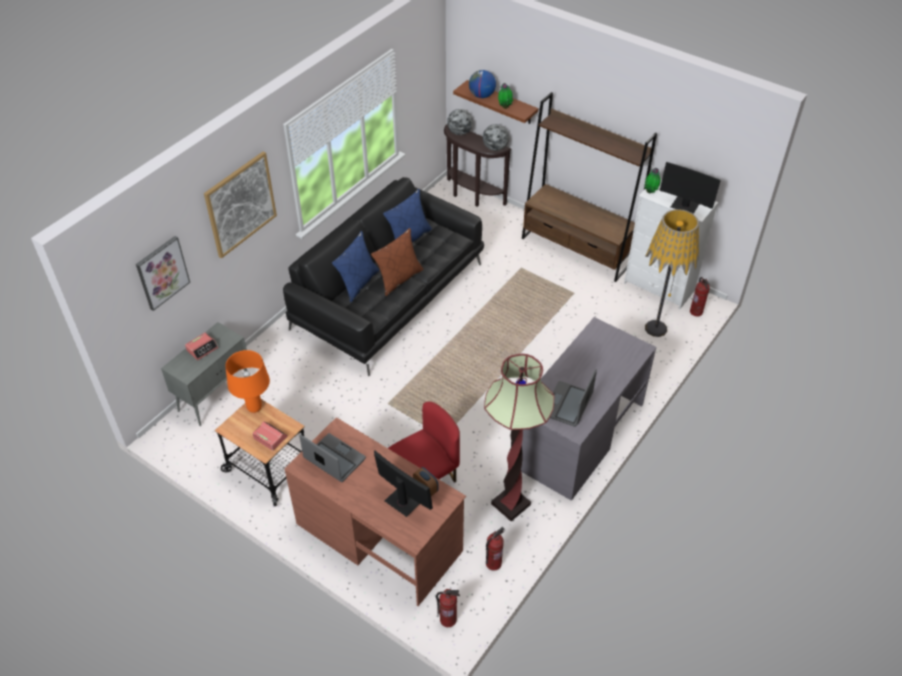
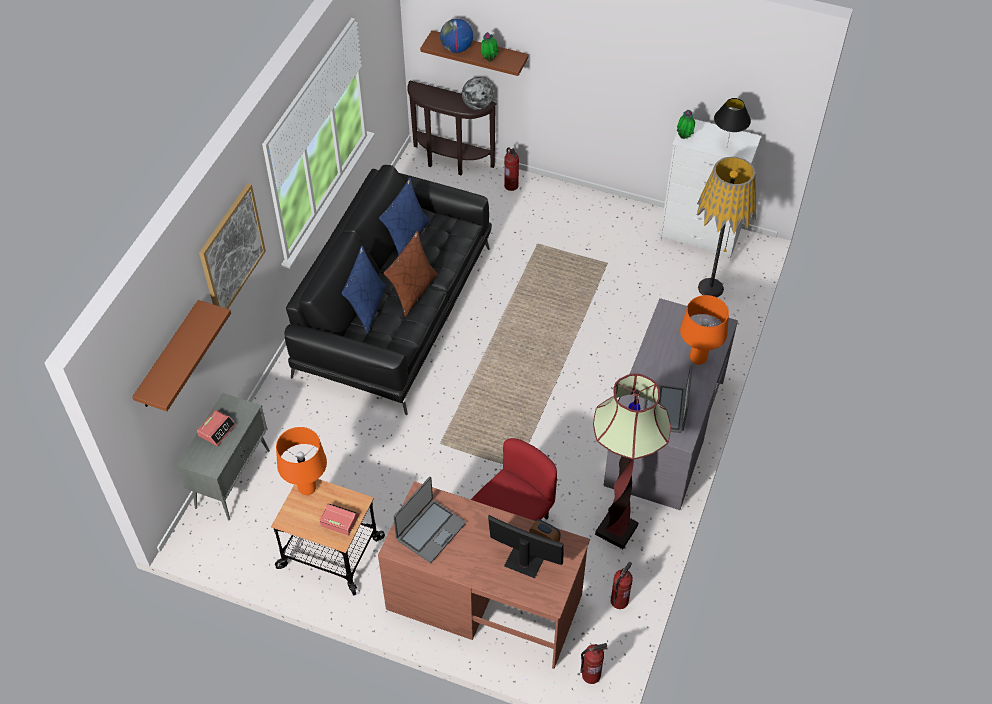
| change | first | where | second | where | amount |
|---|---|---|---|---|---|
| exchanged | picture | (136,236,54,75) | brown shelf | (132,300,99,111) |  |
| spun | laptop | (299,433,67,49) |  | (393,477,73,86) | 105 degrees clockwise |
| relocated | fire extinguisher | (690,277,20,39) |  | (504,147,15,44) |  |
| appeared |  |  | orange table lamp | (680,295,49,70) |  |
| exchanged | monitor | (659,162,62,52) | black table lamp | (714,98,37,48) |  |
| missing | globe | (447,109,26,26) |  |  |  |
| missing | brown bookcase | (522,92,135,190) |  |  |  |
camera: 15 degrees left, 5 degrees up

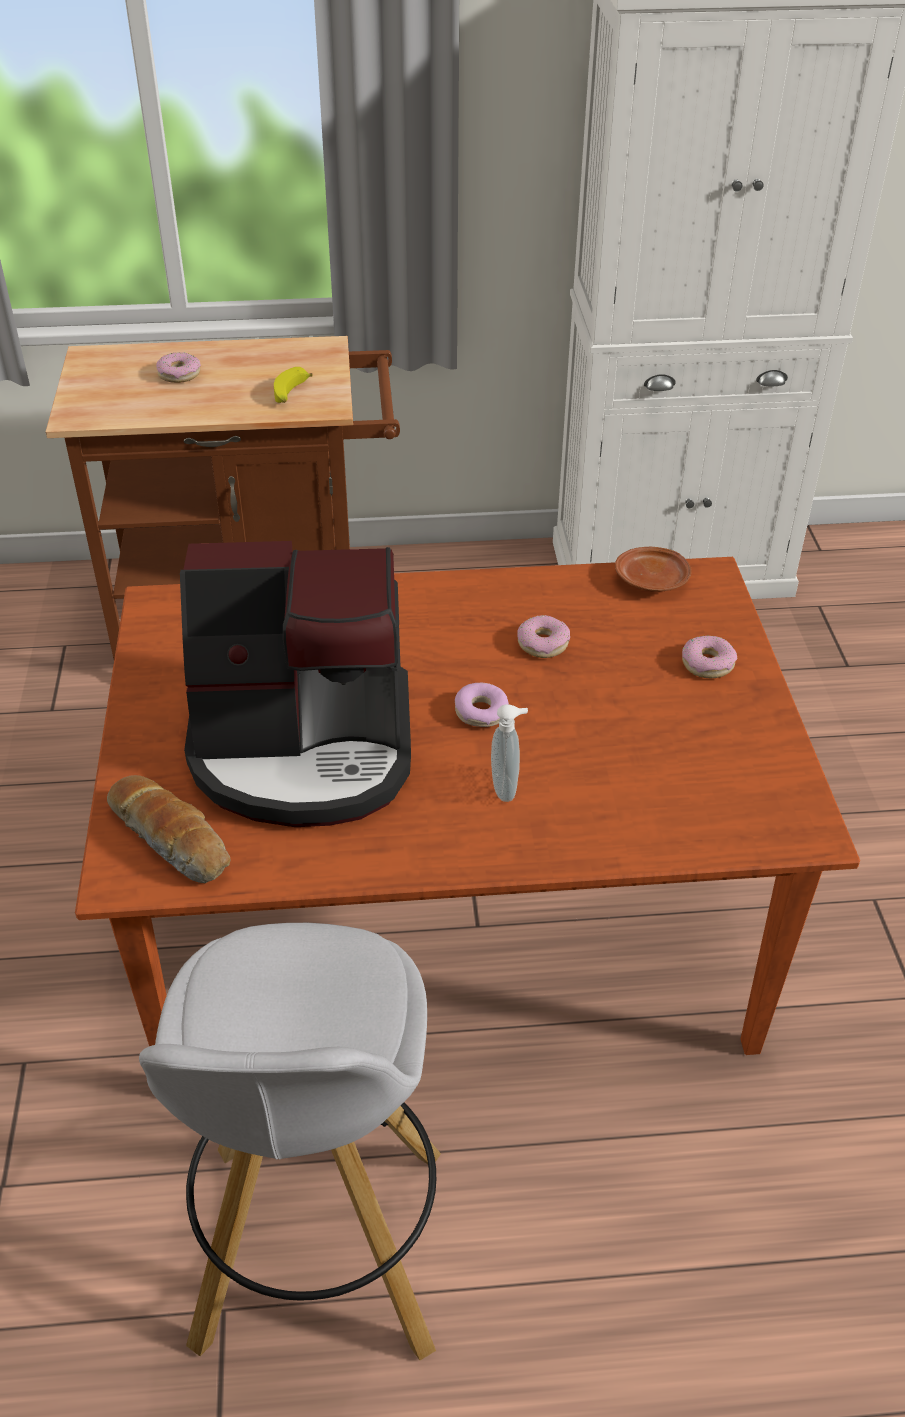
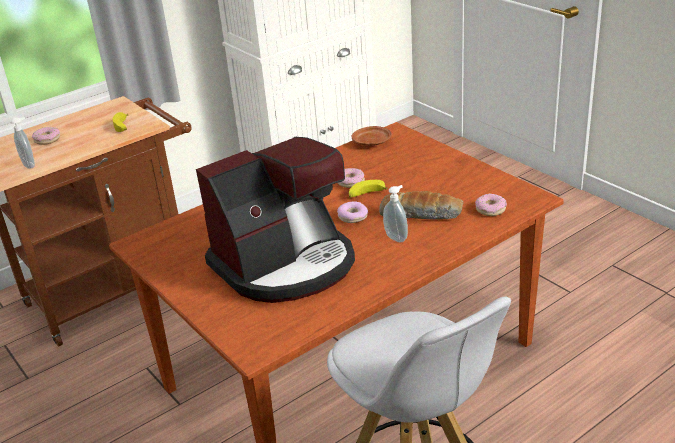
| change | first | where | second | where | amount |
|---|---|---|---|---|---|
| appeared |  |  | soap dispenser | (11,117,24,52) |  |
| appeared |  |  | banana | (349,180,39,17) |  |
| relocated | bread | (107,775,123,108) |  | (379,191,84,29) |  |
| relocated | donut | (682,636,55,42) |  | (475,194,32,22) |  |
camera: 30 degrees left, 10 degrees down

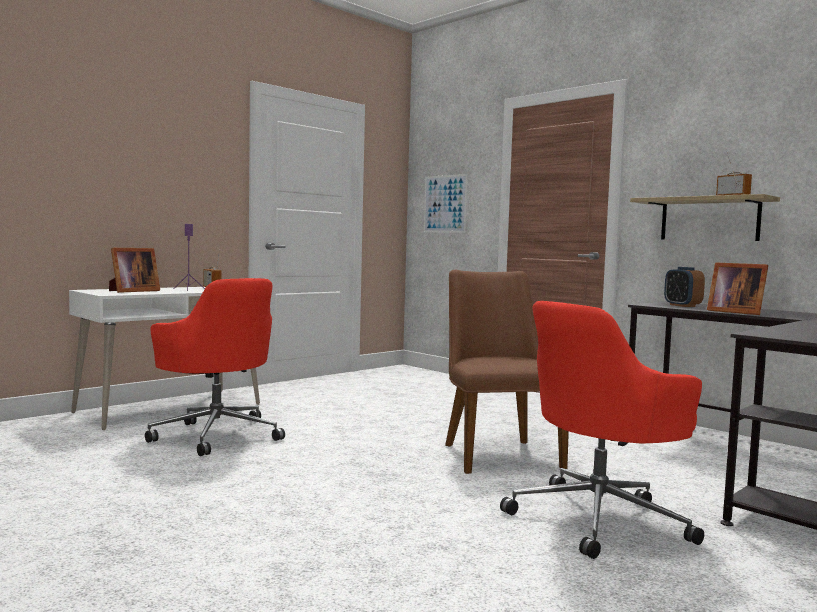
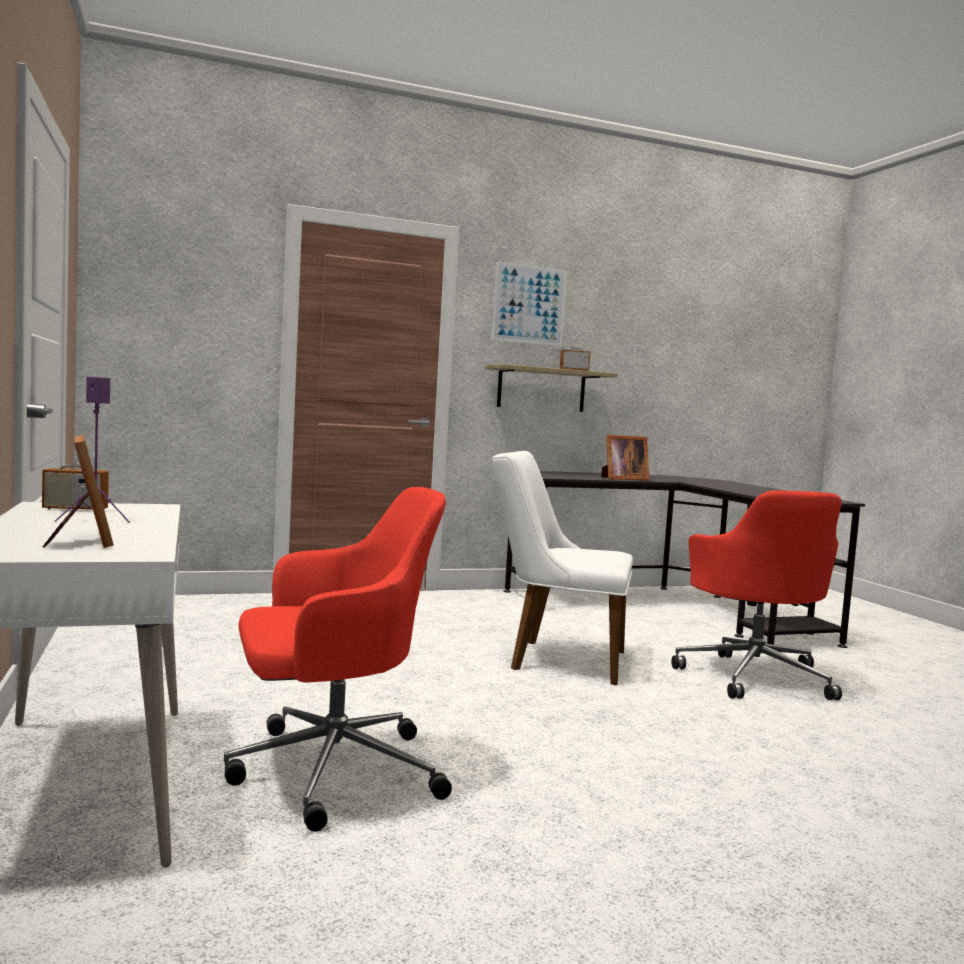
| change | first | where | second | where | amount |
|---|---|---|---|---|---|
| relocated | picture | (424,174,44,59) |  | (491,261,76,85) |  |
| colour | brown chair | (445,270,124,204) | white chair | (492,451,141,234) |  |
| missing | alarm clock | (664,267,41,40) |  |  |  |
camera: 65 degrees left, 0 degrees up

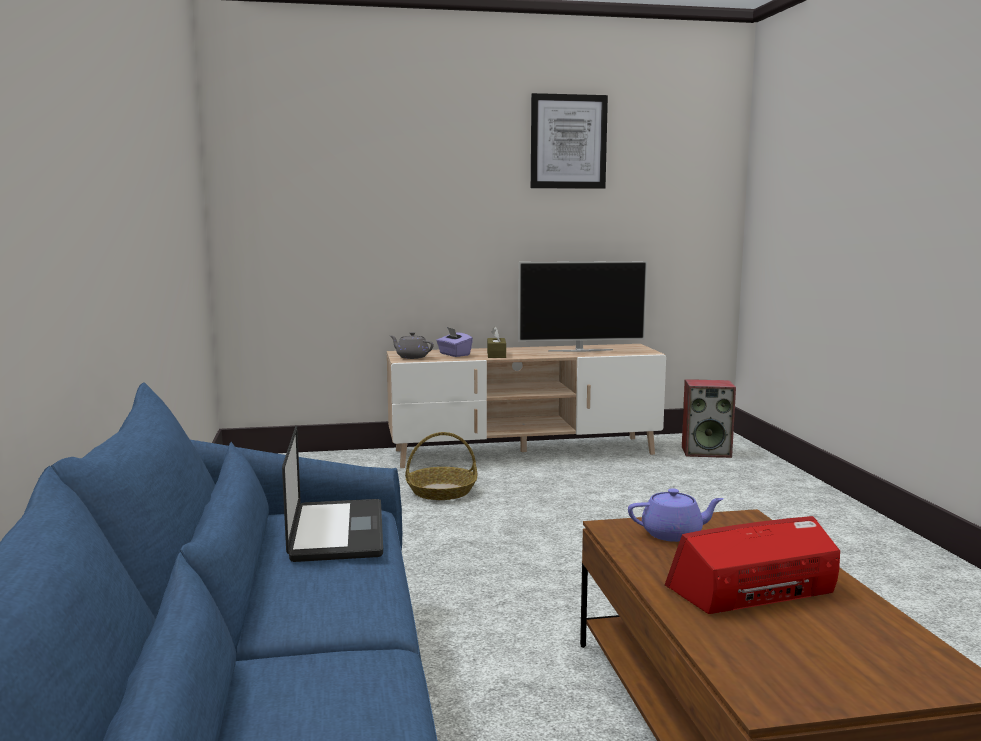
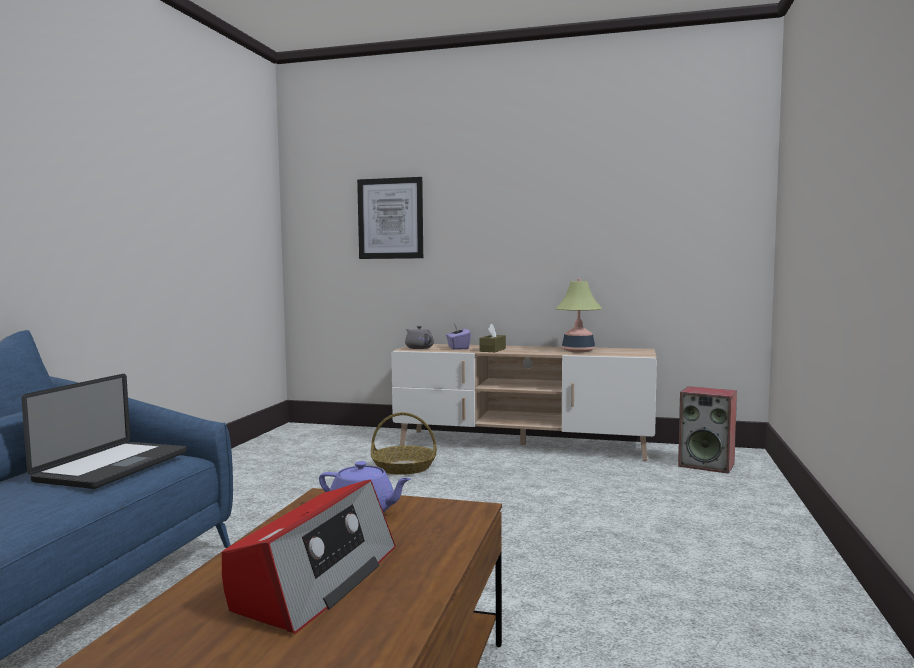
| change | first | where | second | where | amount |
|---|---|---|---|---|---|
| spun | radio | (665,516,175,98) |  | (222,480,173,154) | 105 degrees clockwise |
| relocated | picture | (531,93,77,96) |  | (357,177,66,82) |  |
| exchanged | television | (518,261,129,91) | table lamp | (556,279,46,73) |  |
camera: 25 degrees right, 5 degrees down

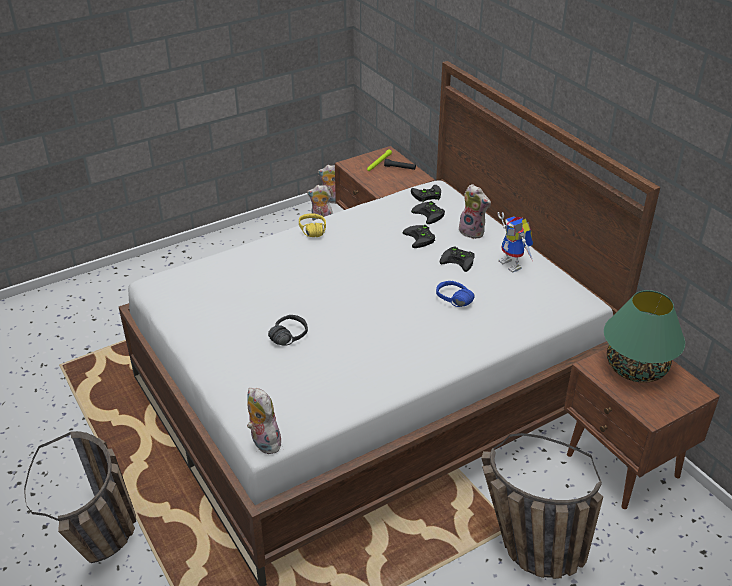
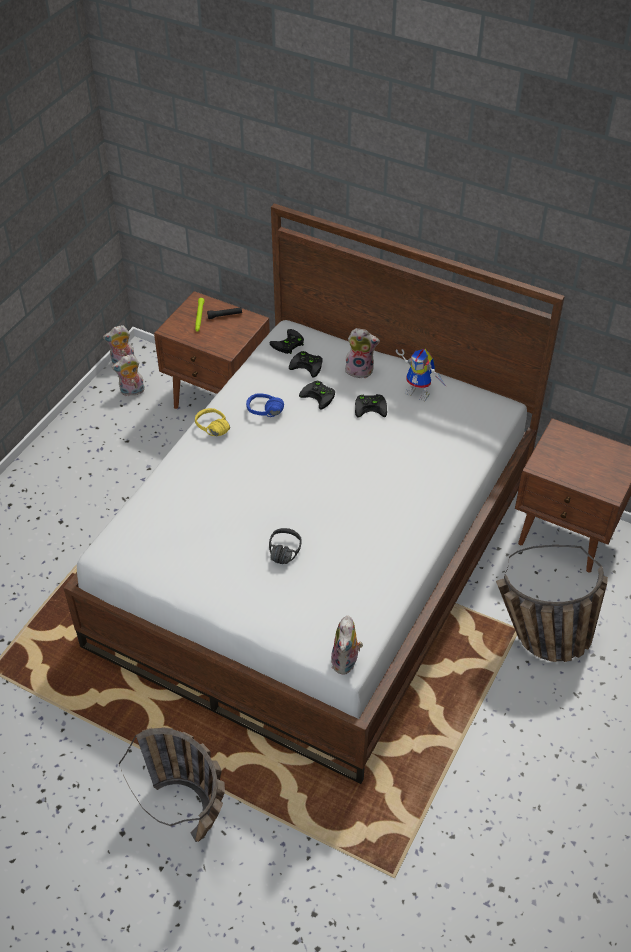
| change | first | where | second | where | amount |
|---|---|---|---|---|---|
| relocated | blue headphones | (436,281,39,26) |  | (246,394,38,23) |  |
| spun | plush toy | (247,388,34,66) |  | (331,615,32,59) | 105 degrees counterclockwise |
| missing | green table lamp | (604,290,81,93) |  |  |  |
camera: 30 degrees left, 10 degrees up

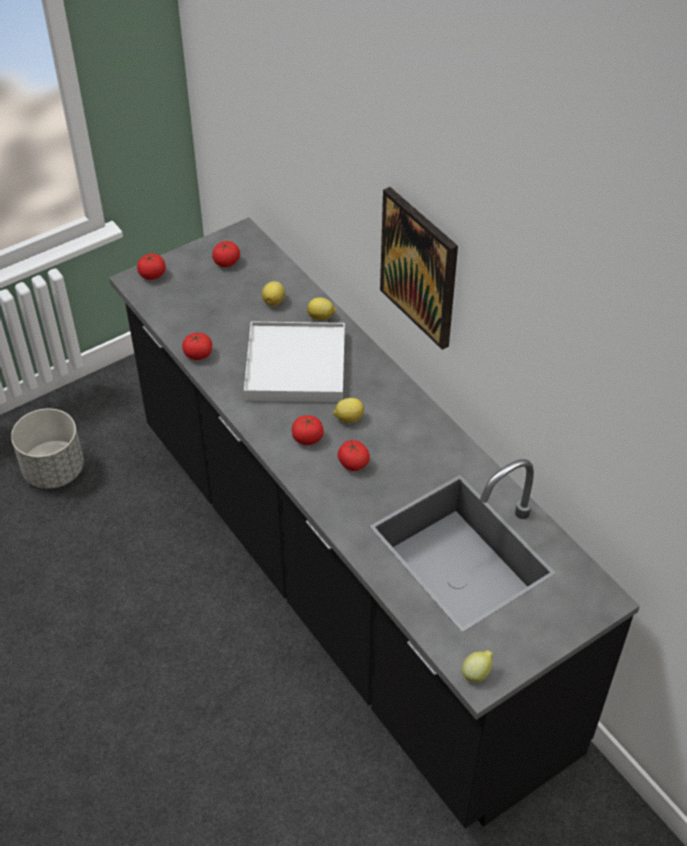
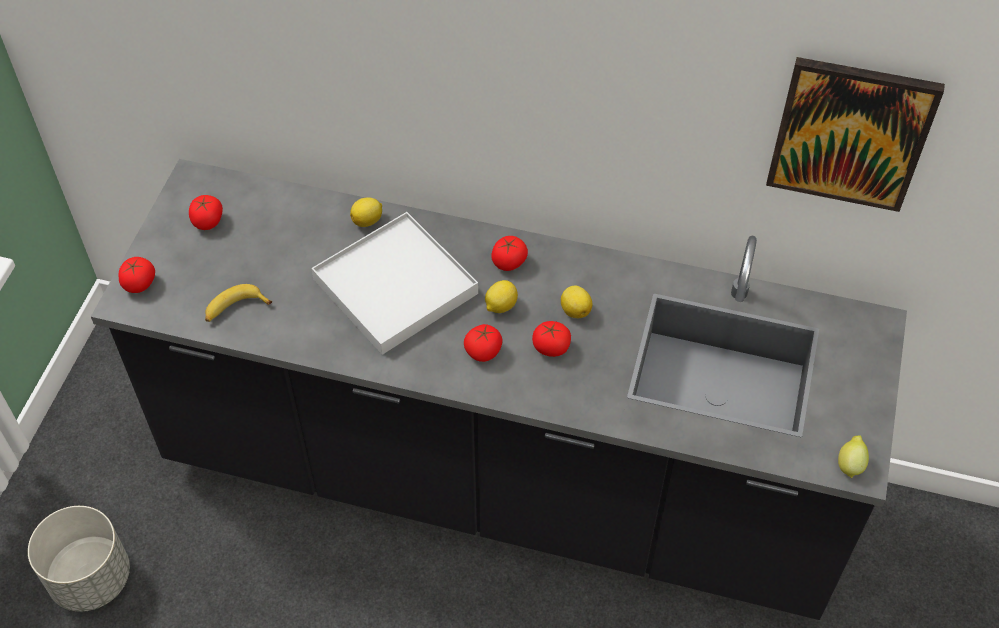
| change | first | where | second | where | amount |
|---|---|---|---|---|---|
| appeared |  |  | banana | (205,284,67,38) |  |
| relocated | tomato | (182,333,30,27) |  | (492,236,36,35) |  |
| relocated | lemon | (262,281,23,25) |  | (561,285,31,33) |  |
| relocated | picture | (380,187,78,163) |  | (766,57,179,155) |  |
camera: 40 degrees left, 5 degrees up

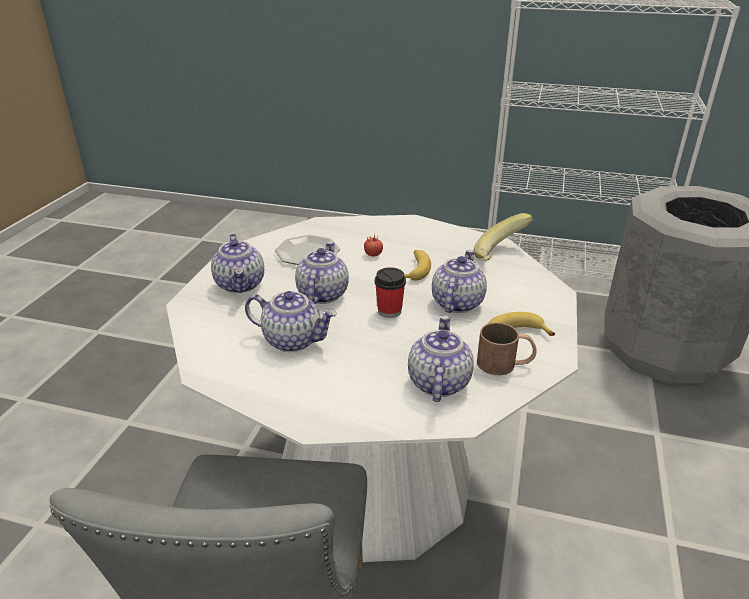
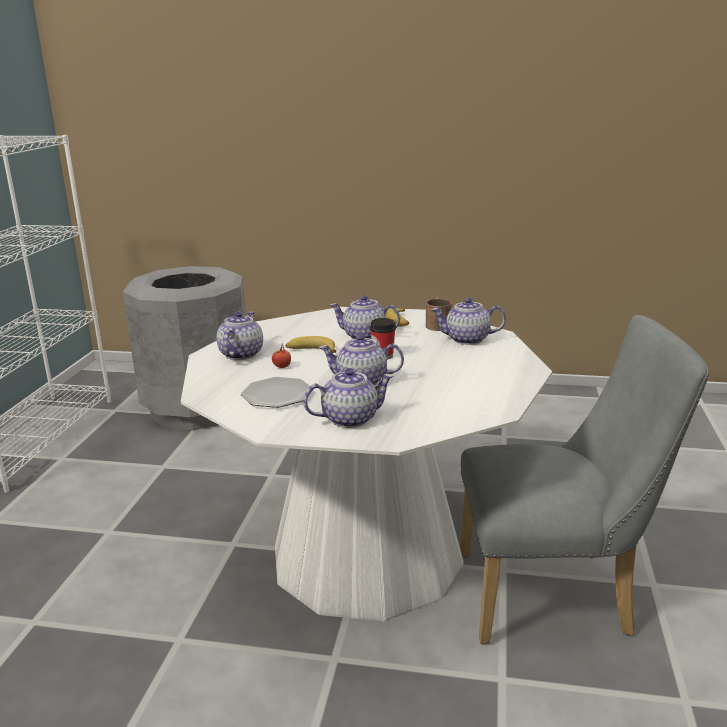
| change | first | where | second | where | amount |
|---|---|---|---|---|---|
| relocated | teapot | (245,291,92,61) |  | (216,312,47,48) |  |
| missing | banana | (474,213,59,48) |  |  |  |
camera: 95 degrees left, 10 degrees down

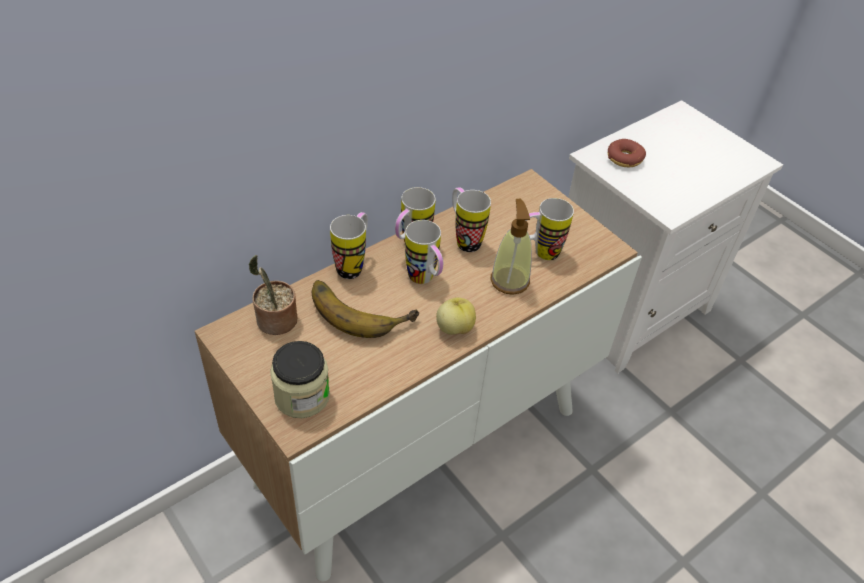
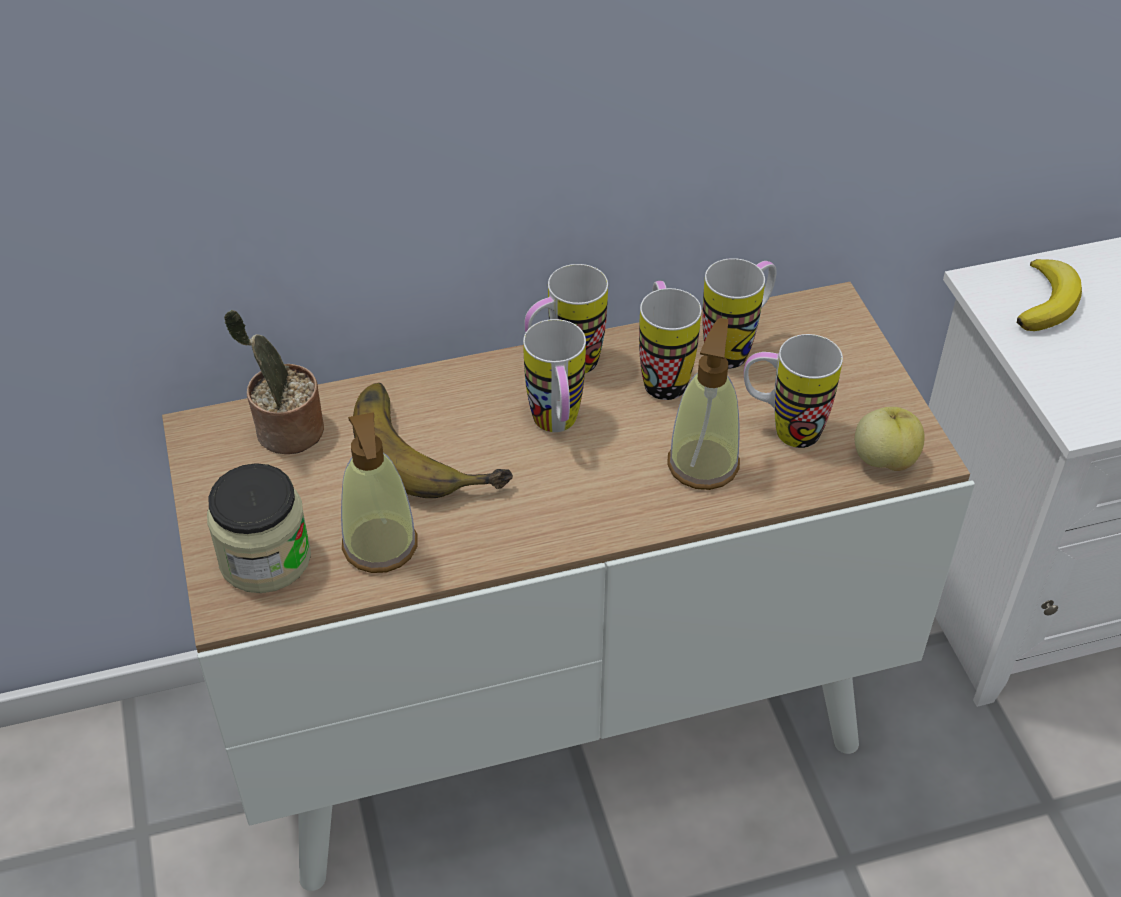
| change | first | where | second | where | amount |
|---|---|---|---|---|---|
| appeared |  |  | soap dispenser | (341,412,77,161) |  |
| relocated | mug | (330,212,38,67) |  | (702,258,75,111) |  |
| relocated | apple | (436,297,40,38) |  | (855,407,70,64) |  |
| exchanged | donut | (608,139,38,28) | banana | (1017,259,65,72) |  |
camera: 25 degrees right, 0 degrees up

